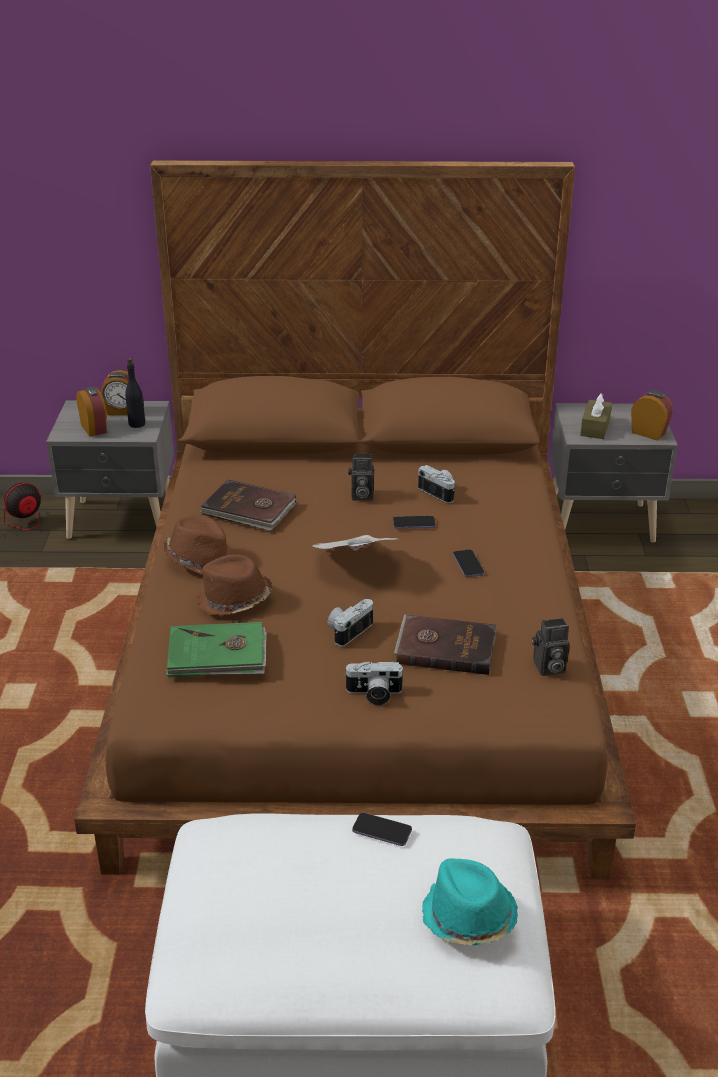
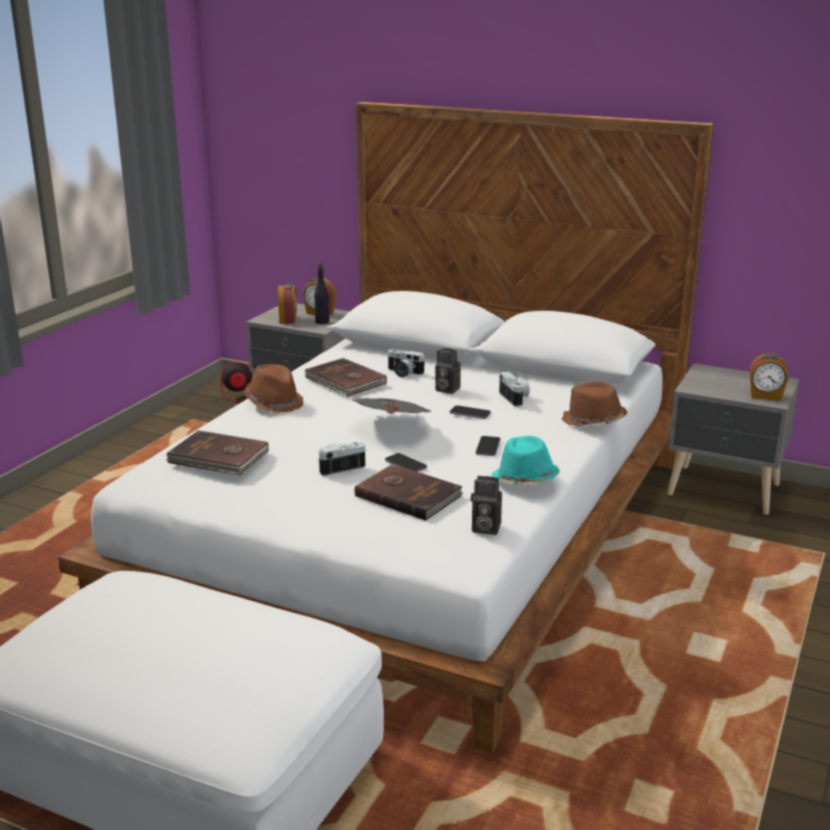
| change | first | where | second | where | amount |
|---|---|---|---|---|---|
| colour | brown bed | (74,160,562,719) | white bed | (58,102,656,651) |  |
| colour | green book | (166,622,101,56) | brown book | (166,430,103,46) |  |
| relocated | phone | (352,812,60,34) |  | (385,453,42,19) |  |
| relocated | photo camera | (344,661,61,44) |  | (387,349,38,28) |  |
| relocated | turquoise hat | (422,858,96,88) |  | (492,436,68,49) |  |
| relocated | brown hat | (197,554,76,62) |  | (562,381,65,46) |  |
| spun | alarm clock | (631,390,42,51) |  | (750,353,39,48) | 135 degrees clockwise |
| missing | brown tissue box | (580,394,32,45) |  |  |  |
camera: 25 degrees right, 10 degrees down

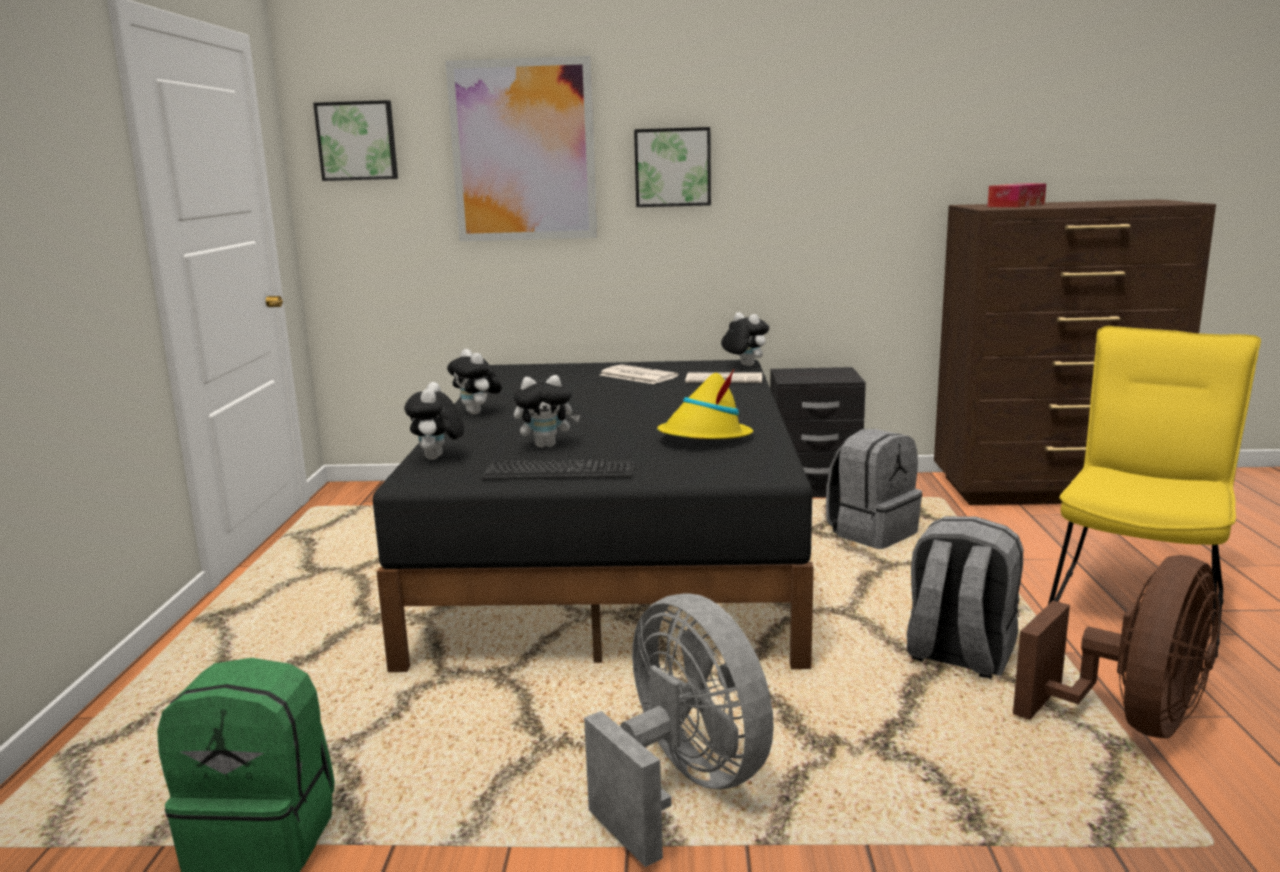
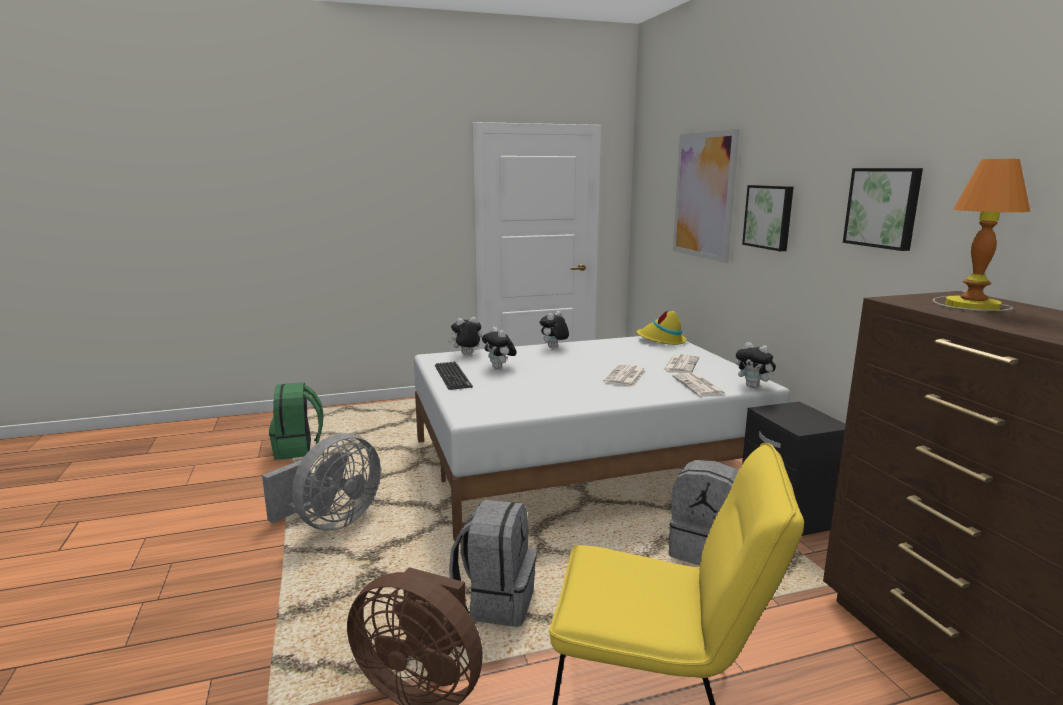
| change | first | where | second | where | amount |
|---|---|---|---|---|---|
| colour | black bed | (373,360,441,312) | white bed | (414,336,376,207) |  |
| appeared |  |  | newspaper | (603,364,43,23) |  |
| relocated | yellow hat | (657,369,96,70) |  | (636,310,51,35) |  |
| spun | plush toy | (721,312,48,54) |  | (736,342,41,46) | 105 degrees clockwise |
| relocated | picture | (313,100,85,81) |  | (843,168,80,83) |  |
| exchanged | tissue box | (987,183,59,24) | table lamp | (933,159,98,152) |  |
camera: 70 degrees right, 0 degrees up

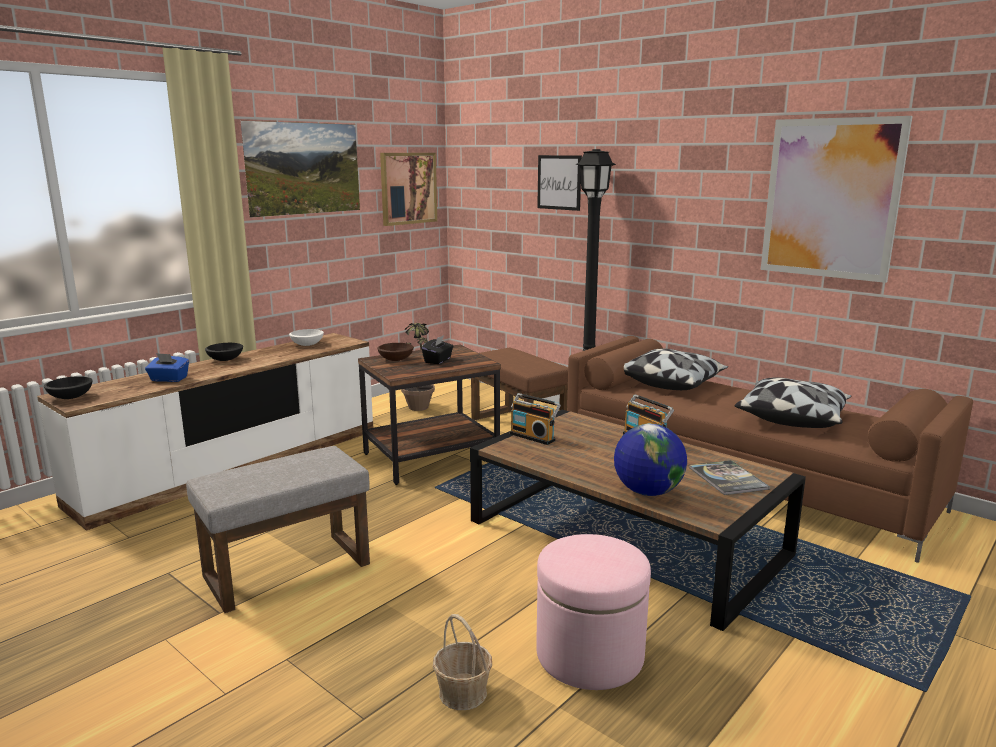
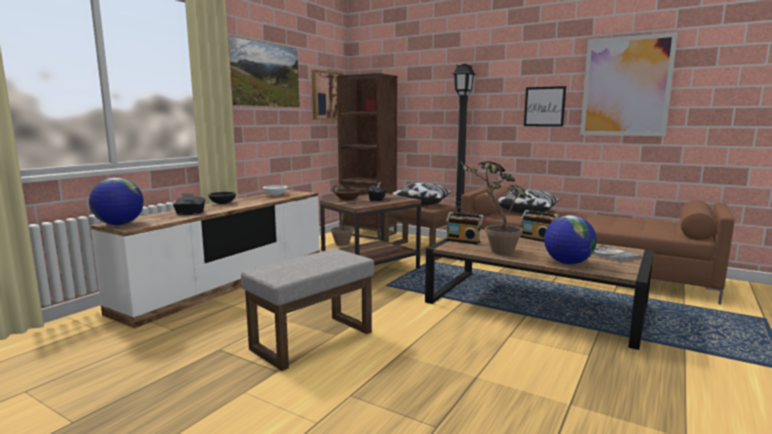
| change | first | where | second | where | amount |
|---|---|---|---|---|---|
| exchanged | black bowl | (44,376,49,23) | globe | (89,178,55,47) |  |
| colour | blue tissue box | (145,353,44,29) | black tissue box | (173,193,32,22) |  |
| appeared |  |  | brown bookcase | (337,73,60,167) |  |
| relocated | pillow | (735,377,116,51) |  | (392,183,60,22) |  |
| appeared |  |  | potted plant | (461,161,71,94) |  |
| relocated | picture | (537,155,45,56) |  | (524,86,42,41) |  |
| missing | basket | (433,614,59,96) |  |  |  |
| missing | pink ottoman | (536,534,115,156) |  |  |  |
camera: 10 degrees left, 5 degrees down

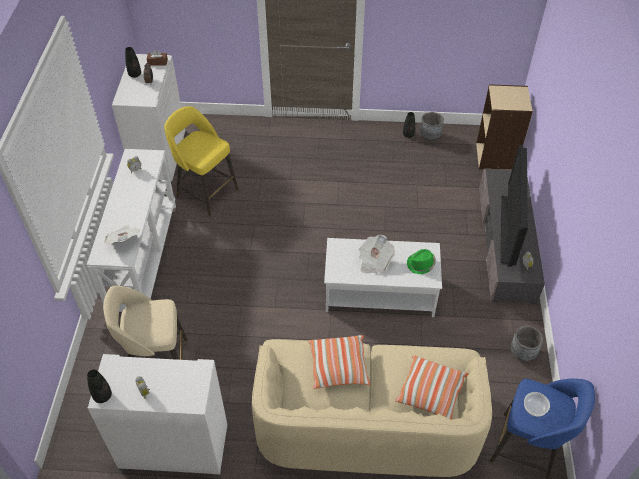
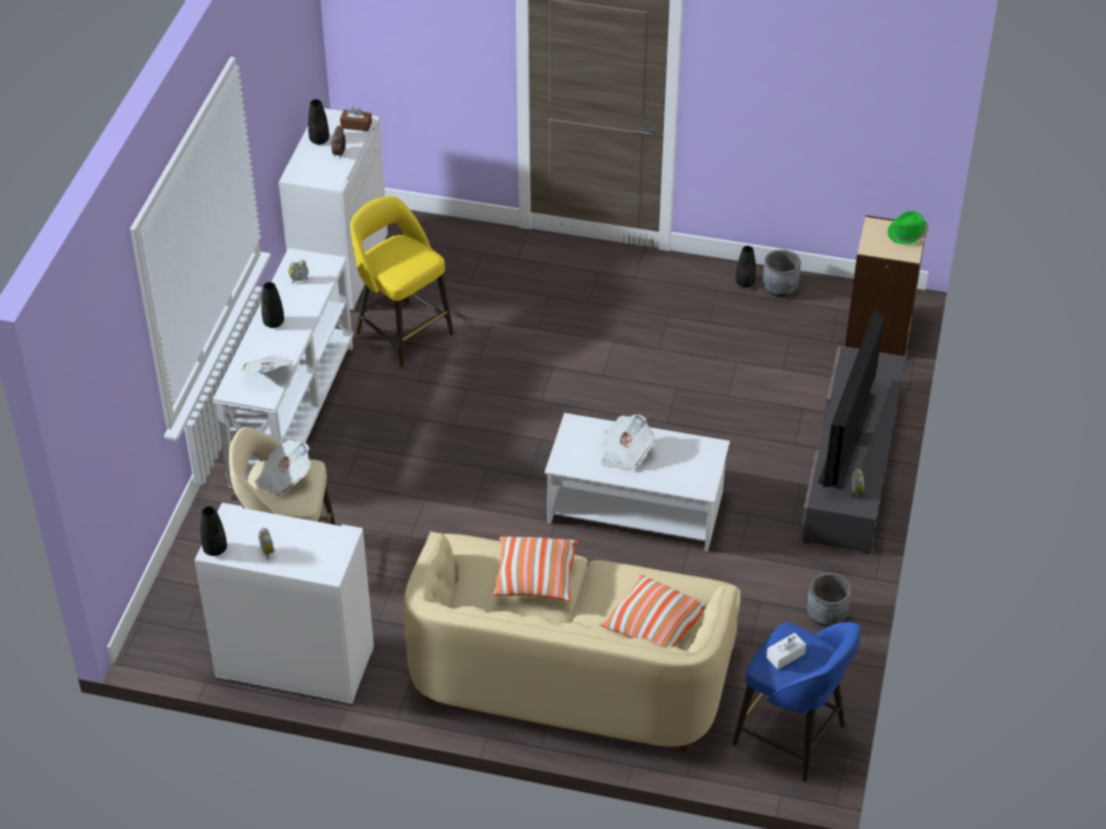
| change | first | where | second | where | amount |
|---|---|---|---|---|---|
| appeared |  |  | newspaper | (255,439,56,57) |  |
| appeared |  |  | black vase | (261,282,23,46) |  |
| exchanged | bowl | (524,392,26,25) | white tissue box | (766,633,40,36) |  |
| relocated | green hat | (407,249,29,25) |  | (888,211,41,34) |  |
camera: 10 degrees right, 5 degrees down

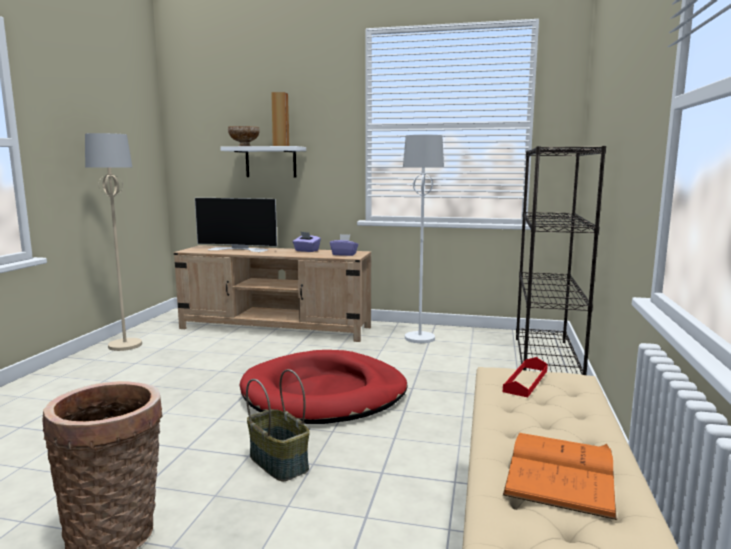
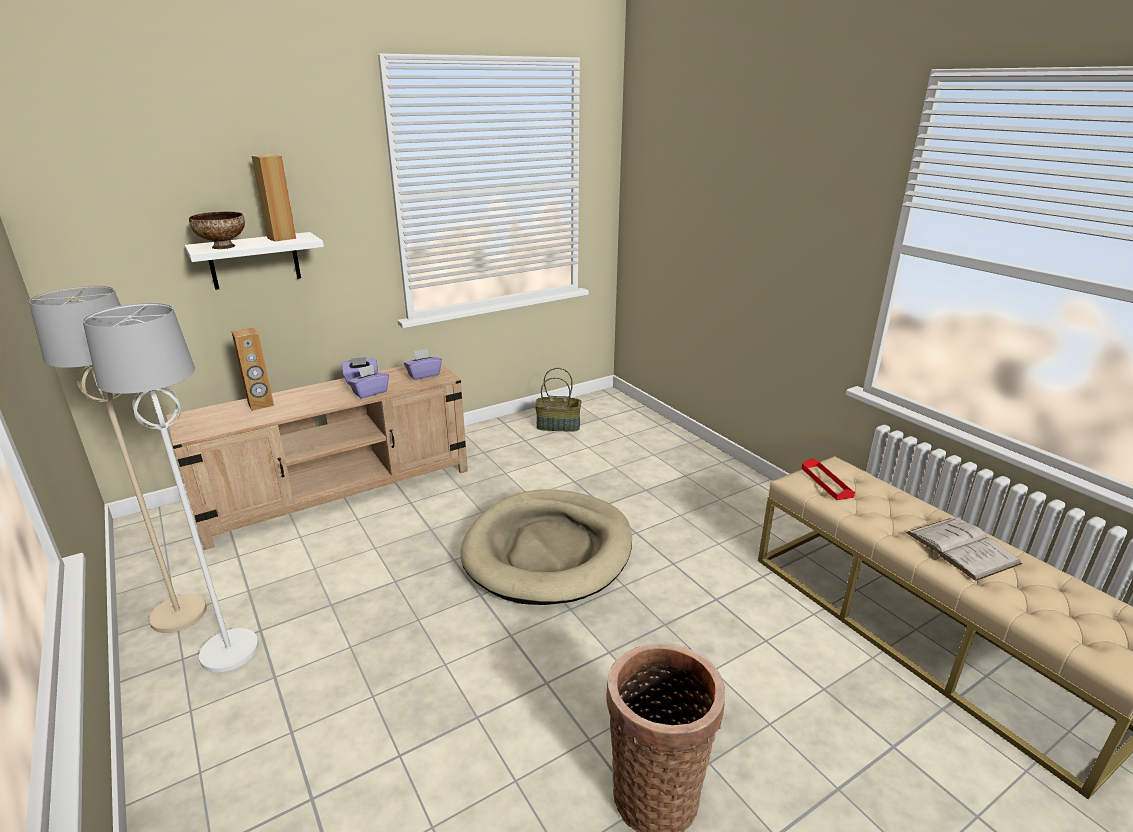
| change | first | where | second | where | amount |
|---|---|---|---|---|---|
| relocated | white floor lamp | (403,135,41,208) |  | (83,303,176,370) |  |
| exchanged | television | (195,198,82,54) | brown speaker | (231,328,43,83) |  |
| appeared |  |  | purple tissue box | (348,365,41,34) |  |
| colour | red dog bed | (240,350,167,74) | beige dog bed | (460,490,172,115) |  |
| relocated | basket | (246,369,64,112) |  | (535,368,46,64) |  |
| colour | orange book | (503,433,114,87) | white book | (906,517,116,64) |  |
| missing | black bookcase | (516,146,90,229) |  |  |  |
camera: 45 degrees left, 15 degrees up

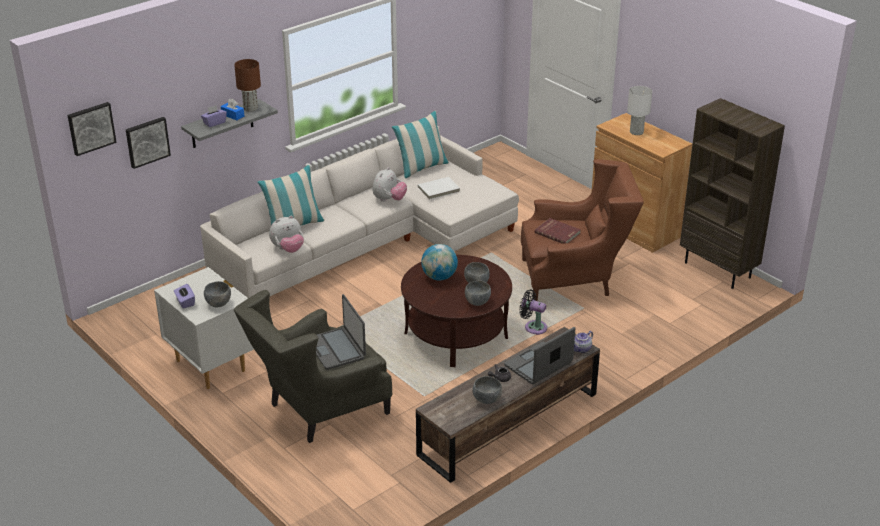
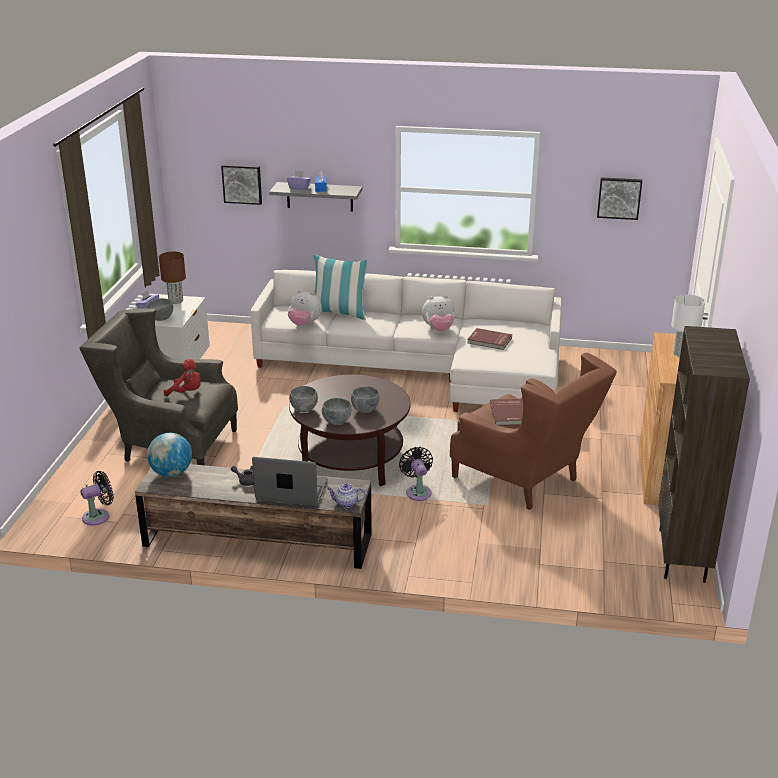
| change | first | where | second | where | amount |
|---|---|---|---|---|---|
| appeared |  |  | black fan | (80,471,34,55) |  |
| relocated | globe | (421,244,37,36) |  | (147,433,45,44) |  |
| relocated | brown table lamp | (234,59,27,53) |  | (159,251,27,53) |  |
| exchanged | laptop | (316,294,50,76) | red plush toy | (164,359,37,37) |  |
| relocated | grey bowl | (472,376,30,28) |  | (289,386,29,26) |  |
| colour | white book | (418,177,42,23) | red book | (467,328,45,22) |  |
| relocated | picture | (68,102,49,54) |  | (597,177,45,43) |  |
| missing | pillow | (392,111,57,67) |  |  |  |
camera: 50 degrees right, 5 degrees down

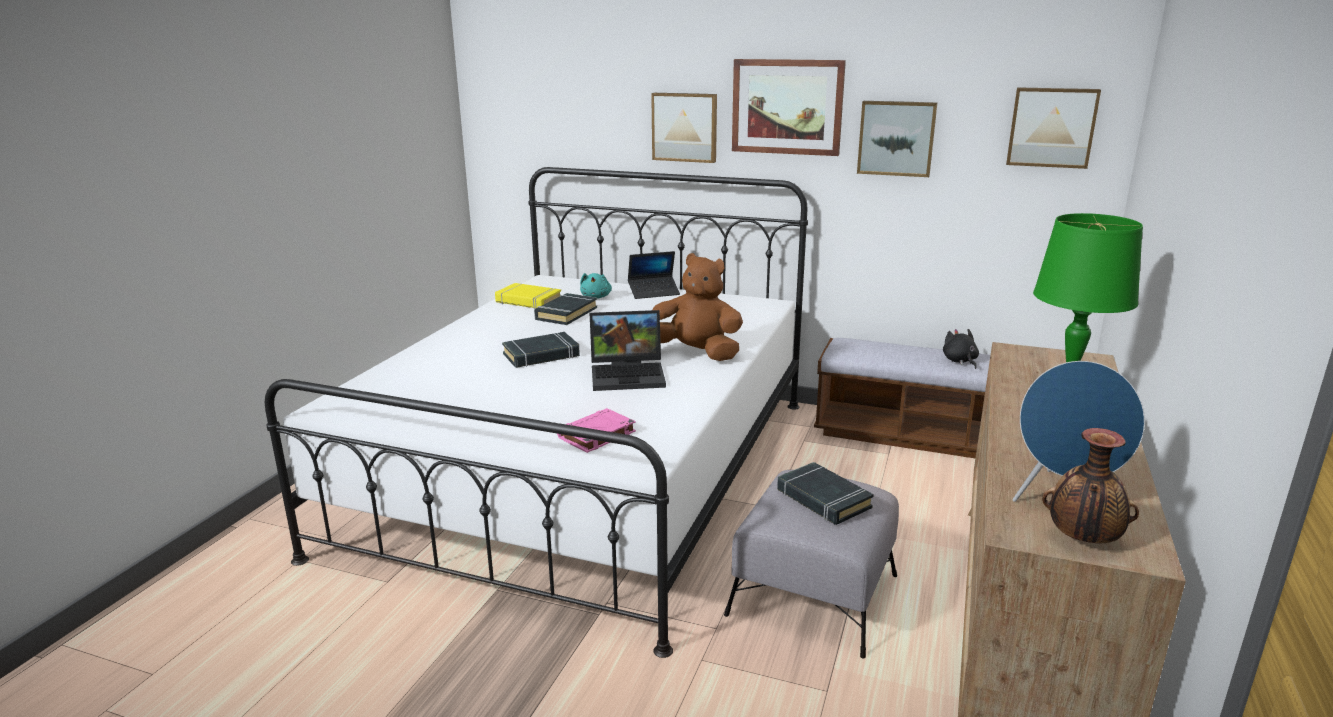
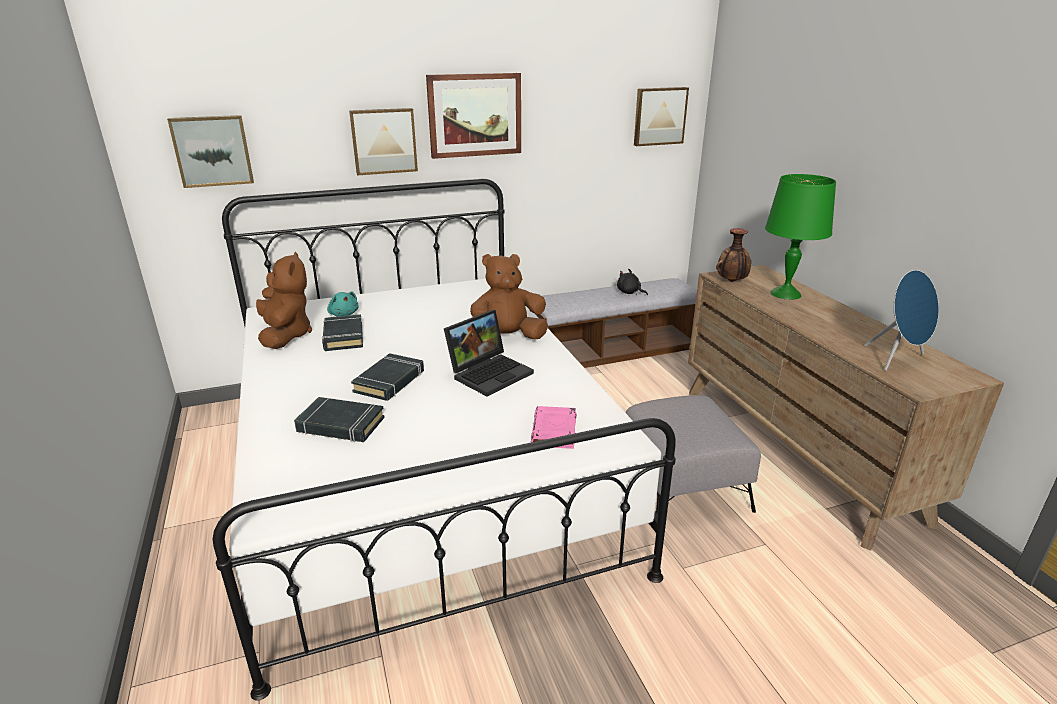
| change | first | where | second | where | amount |
|---|---|---|---|---|---|
| relocated | picture | (857,101,81,76) |  | (167,115,87,73) |  |
| exchanged | yellow book | (495,283,66,26) | brown plush toy | (256,252,56,97) |  |
| relocated | black book | (777,462,97,63) |  | (294,397,91,45) |  |
| relocated | vase | (1042,428,97,115) |  | (716,228,35,54) |  |
| missing | laptop | (628,251,52,48) |  |  |  |
camera: 40 degrees left, 5 degrees up

